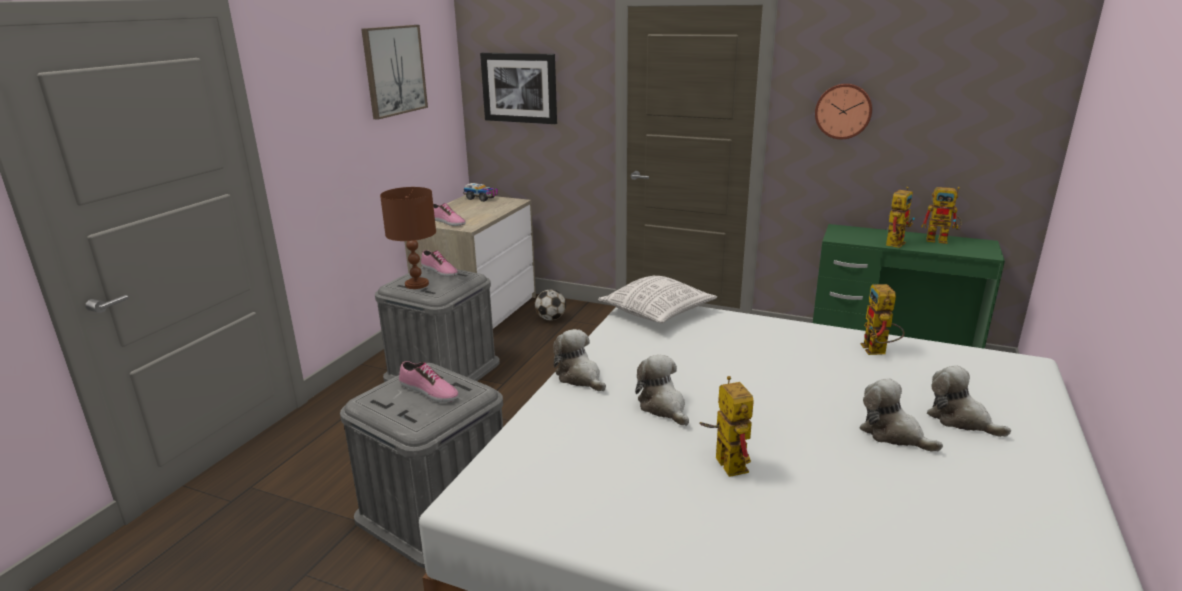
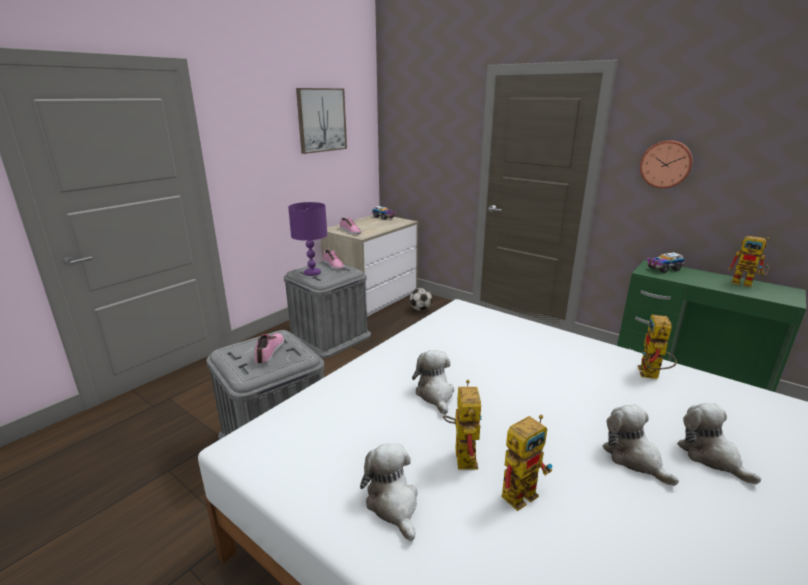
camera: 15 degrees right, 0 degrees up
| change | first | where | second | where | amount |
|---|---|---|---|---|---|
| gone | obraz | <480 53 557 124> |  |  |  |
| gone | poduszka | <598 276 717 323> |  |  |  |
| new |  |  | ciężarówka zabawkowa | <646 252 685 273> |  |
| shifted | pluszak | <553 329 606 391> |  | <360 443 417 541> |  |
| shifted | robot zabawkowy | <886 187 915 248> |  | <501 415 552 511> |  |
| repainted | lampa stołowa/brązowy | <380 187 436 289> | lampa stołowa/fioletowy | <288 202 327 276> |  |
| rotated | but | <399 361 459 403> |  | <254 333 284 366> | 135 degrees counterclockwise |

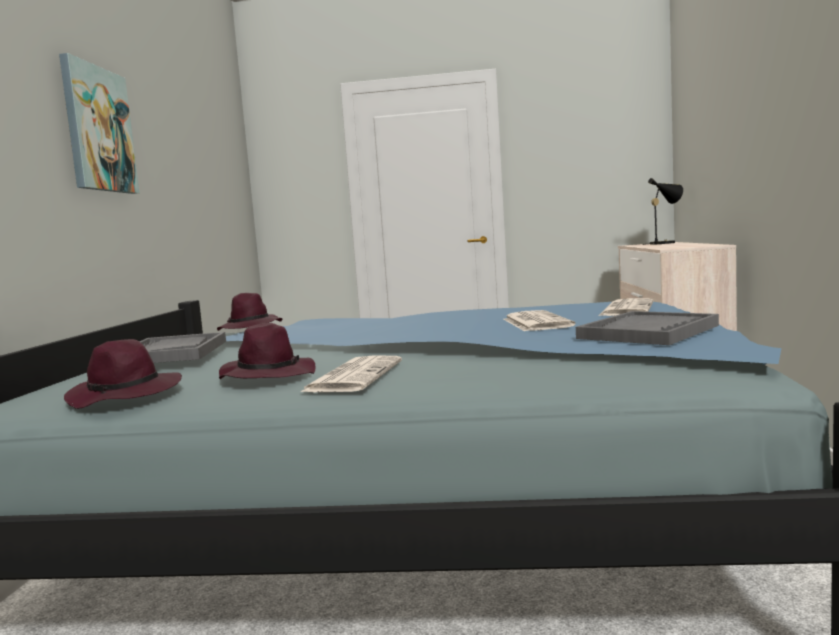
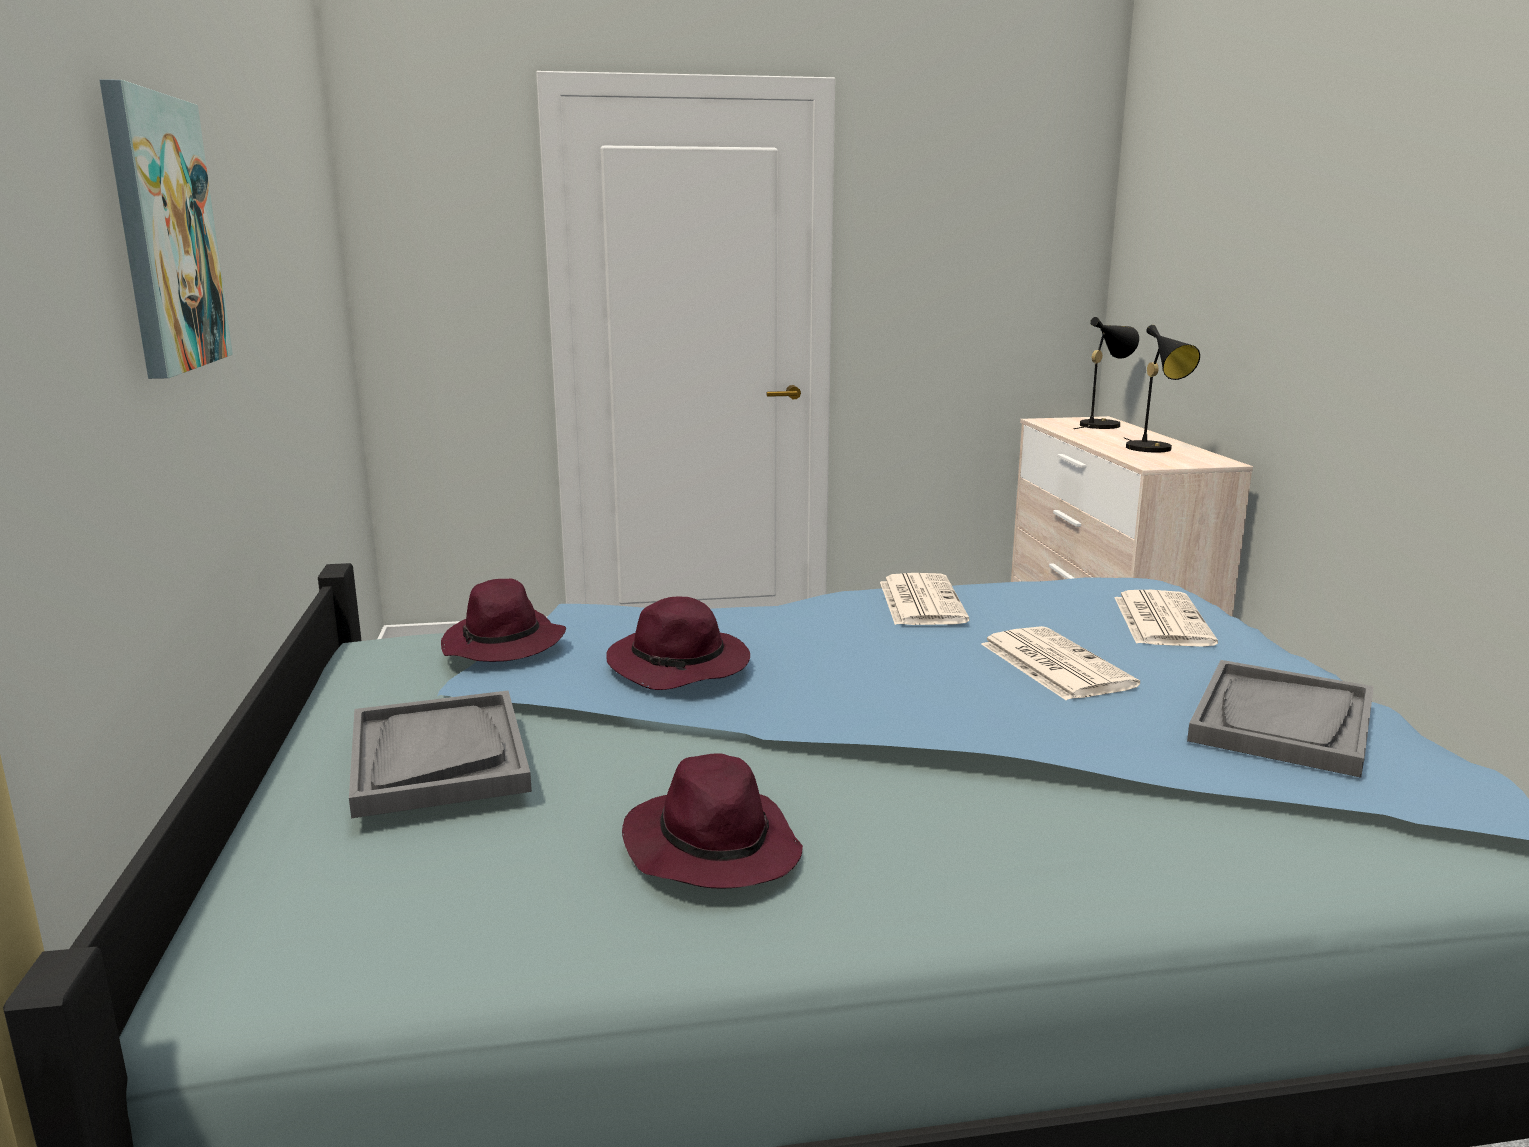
camera: 15 degrees left, 10 degrees up
| change | first | where | second | where | amount |
|---|---|---|---|---|---|
| new |  |  | lampa stołowa/czarny | <1123 325 1200 453> |  |
| shifted | kapelusz/fioletowy | <64 339 182 409> |  | <606 597 750 690> |  |
| shifted | gazeta | <300 355 402 392> |  | <880 573 970 625> |  |

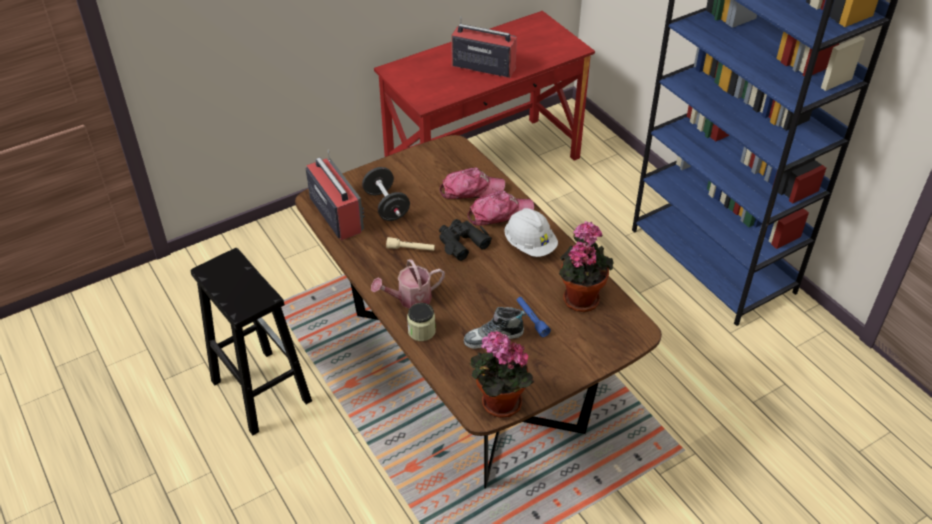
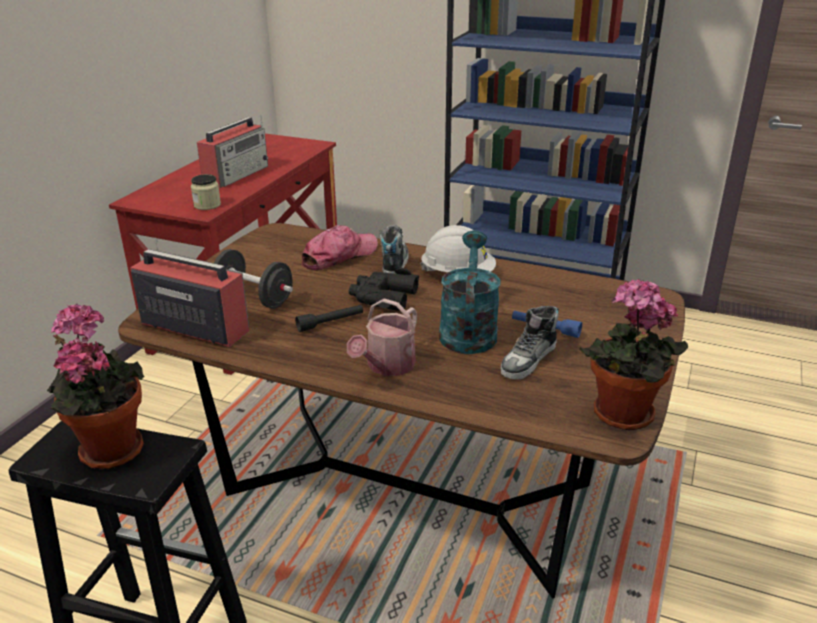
camera: 35 degrees left, 15 degrees down
| change | first | where | second | where | amount |
|---|---|---|---|---|---|
| new |  |  | konewka/turkusowy | <439 230 501 354> |  |
| shifted | słoik | <407 303 436 341> |  | <191 174 221 210> |  |
| shifted | roślina doniczkowa | <559 221 613 312> |  | <47 304 144 470> |  |
| swapped | czapka z daszkiem | <467 190 534 226> | but | <380 225 409 274> |  |
| repainted | latarka/beżowy | <386 237 435 251> | latarka/czarny | <295 305 363 332> |  |
| rotated | radio | <451 16 517 78> |  | <197 115 269 188> | 135 degrees clockwise |

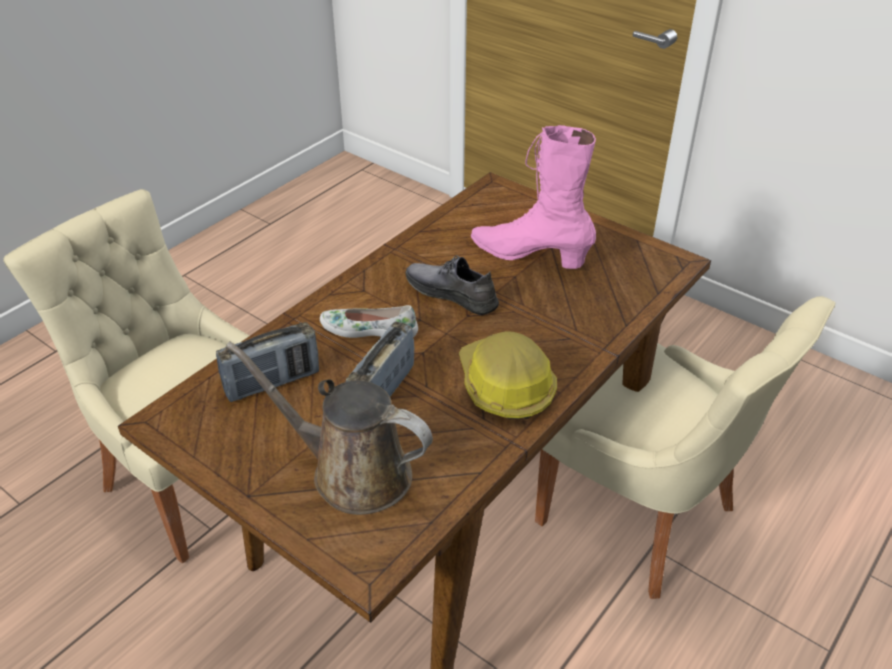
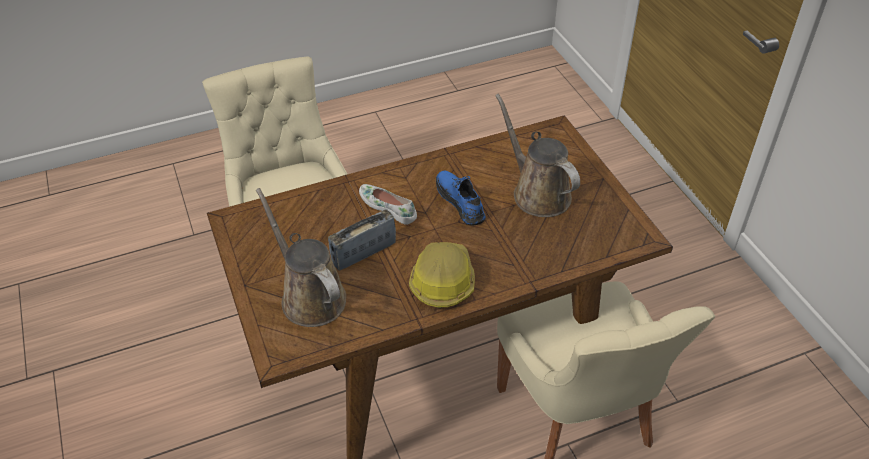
camera: 30 degrees right, 5 degrees up
| change | first | where | second | where | amount |
|---|---|---|---|---|---|
| gone | radio | <216 322 319 402> |  |  |  |
| swapped | but z cholewką/różowy | <471 125 596 269> | konewka/brązowy | <495 94 580 217> |  |
| repainted | but/szary | <406 256 499 315> | but/niebieski | <436 170 486 226> |  |

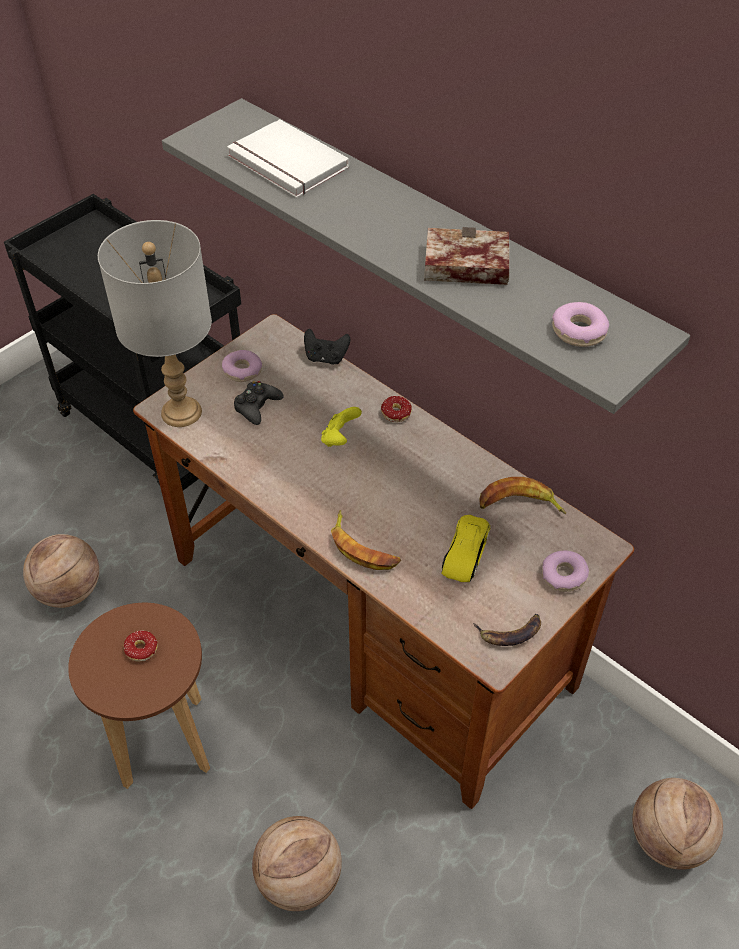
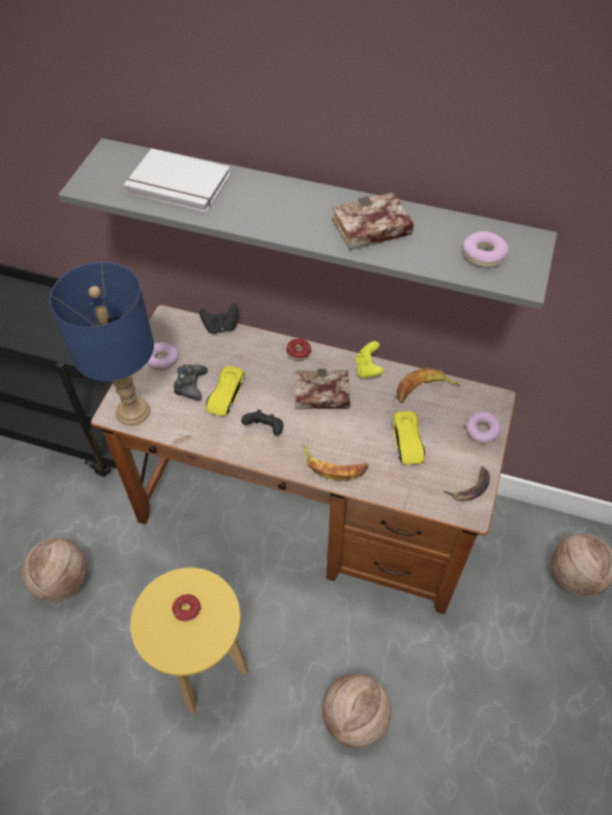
camera: 25 degrees left, 5 degrees up
| change | first | where | second | where | amount |
|---|---|---|---|---|---|
| new |  |  | samochodzik/żółty | <206 366 245 416> |  |
| new |  |  | pad do gier/czarny | <241 410 283 435> |  |
| new |  |  | książka | <295 369 350 410> |  |
| shifted | pad do gier/żółty | <321 407 362 447> |  | <355 341 384 379> |  |
| repainted | stołek/brązowy | <68 603 210 789> | stołek/żółty | <130 568 249 714> |  |
| repainted | lampa stołowa/szary | <98 220 212 427> | lampa stołowa/niebieski | <50 262 154 426> |  |

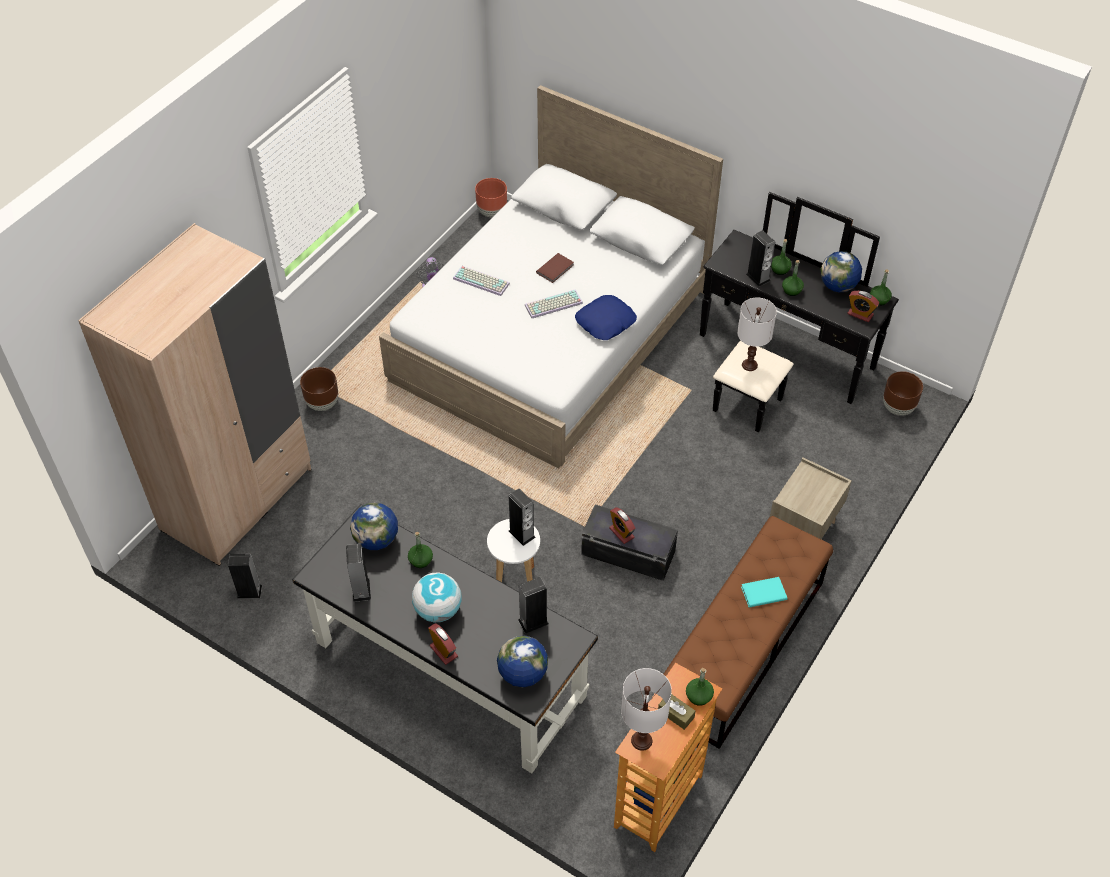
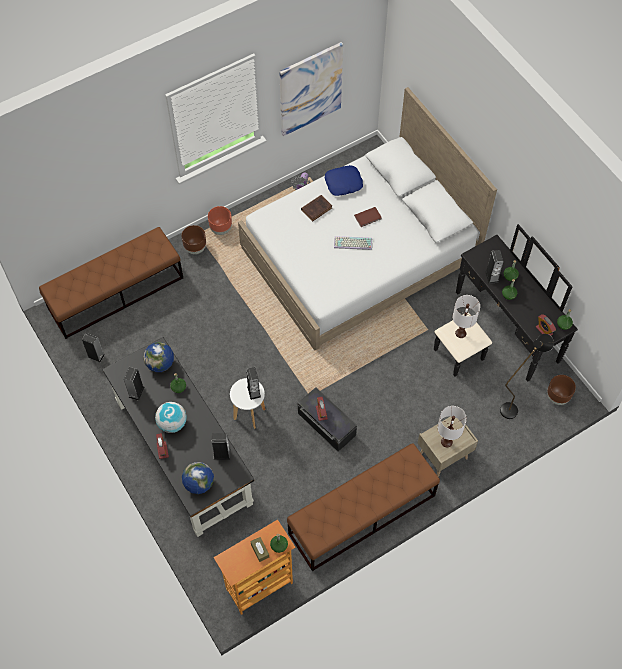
camera: 25 degrees right, 10 degrees up
| change | first | where | second | where | amount |
|---|---|---|---|---|---|
| gone | książka/turkusowy | <741 577 787 608> |  |  |  |
| gone | globus | <820 251 862 292> |  |  |  |
| new |  |  | obraz | <279 42 343 136> |  |
| new |  |  | lampa stojąca/czarny | <500 334 554 419> |  |
| shifted | donica/brązowy | <475 178 507 217> |  | <208 206 232 235> |  |
| shifted | poduszka/niebieski | <575 295 637 340> |  | <325 165 363 196> |  |
| shifted | lampa stołowa/biały | <621 668 672 751> |  | <438 406 467 447> |  |
| swapped | szafa/beżowy | <78 223 312 566> | ławka/brązowy | <39 227 183 339> |  |
| swapped | klawiatura | <453 266 510 296> | książka/brązowy | <301 195 332 222> |  |

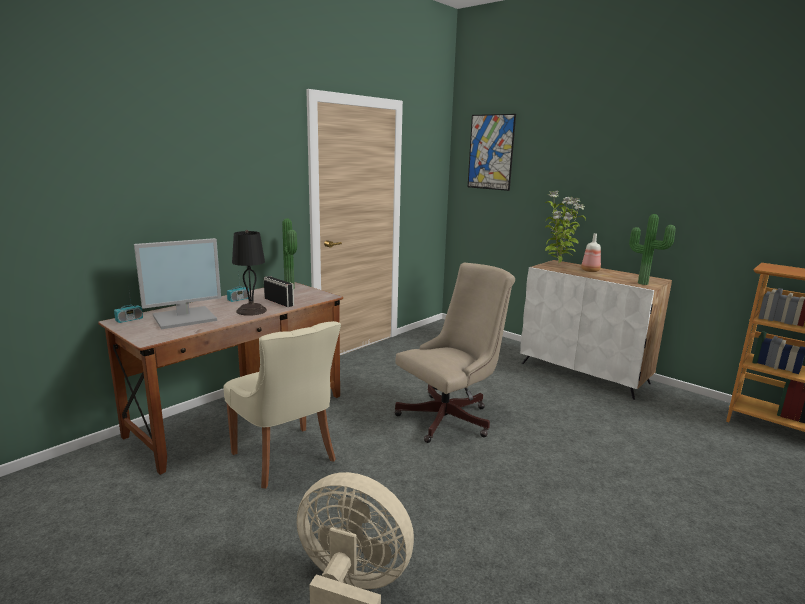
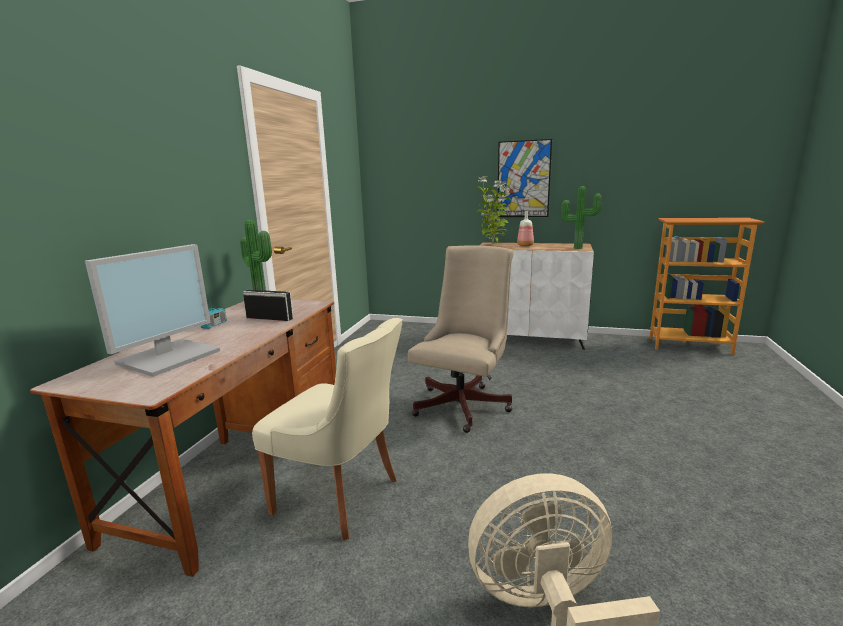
camera: 25 degrees left, 0 degrees up
| change | first | where | second | where | amount |
|---|---|---|---|---|---|
| gone | radio | <114 293 143 323> |  |  |  |
| gone | lampa stołowa/czarny | <232 230 267 316> |  |  |  |
| shifted | obraz | <468 114 516 191> |  | <497 139 552 217> |  |

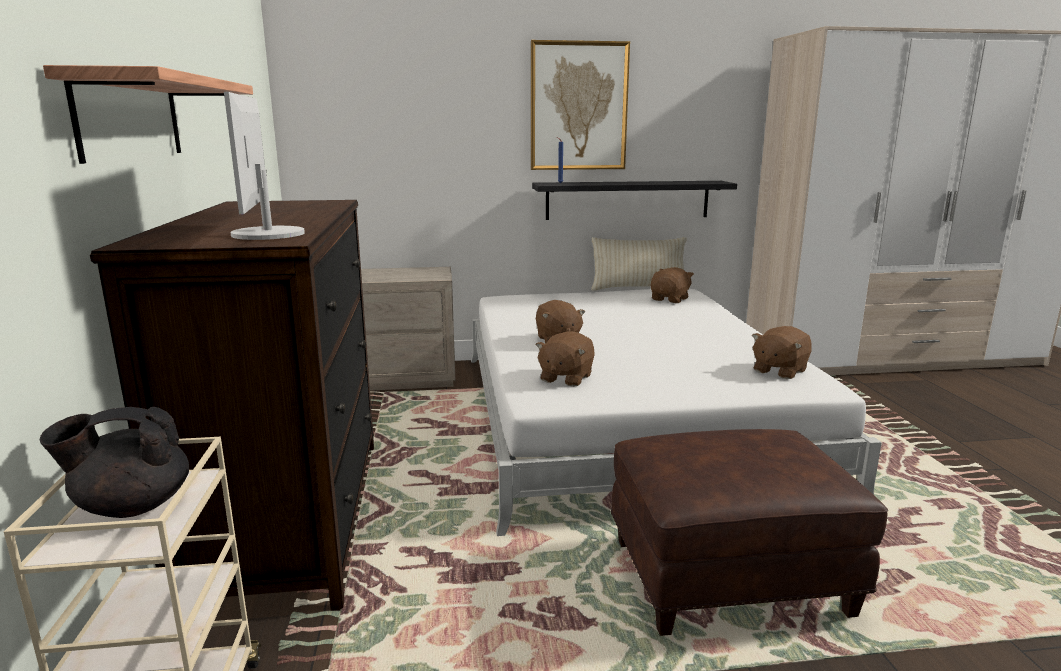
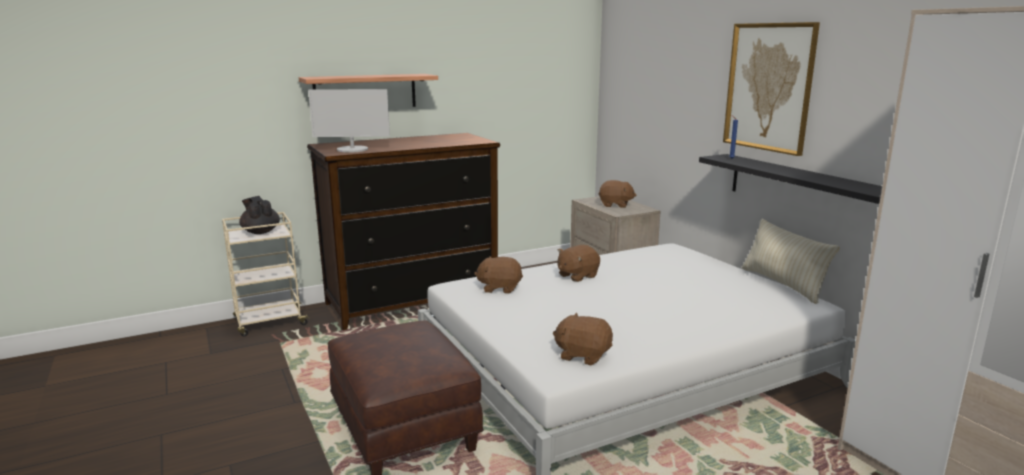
camera: 70 degrees right, 0 degrees up
| change | first | where | second | where | amount |
|---|---|---|---|---|---|
| shifted | pluszak/brązowy | <650 267 694 303> |  | <599 180 636 208> |  |
| rotated | monitor | <224 92 305 240> |  | <308 89 390 153> | 150 degrees counterclockwise |

